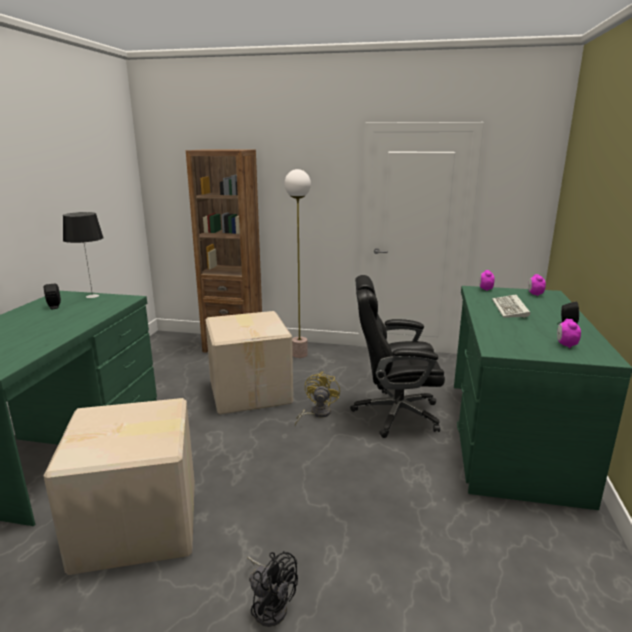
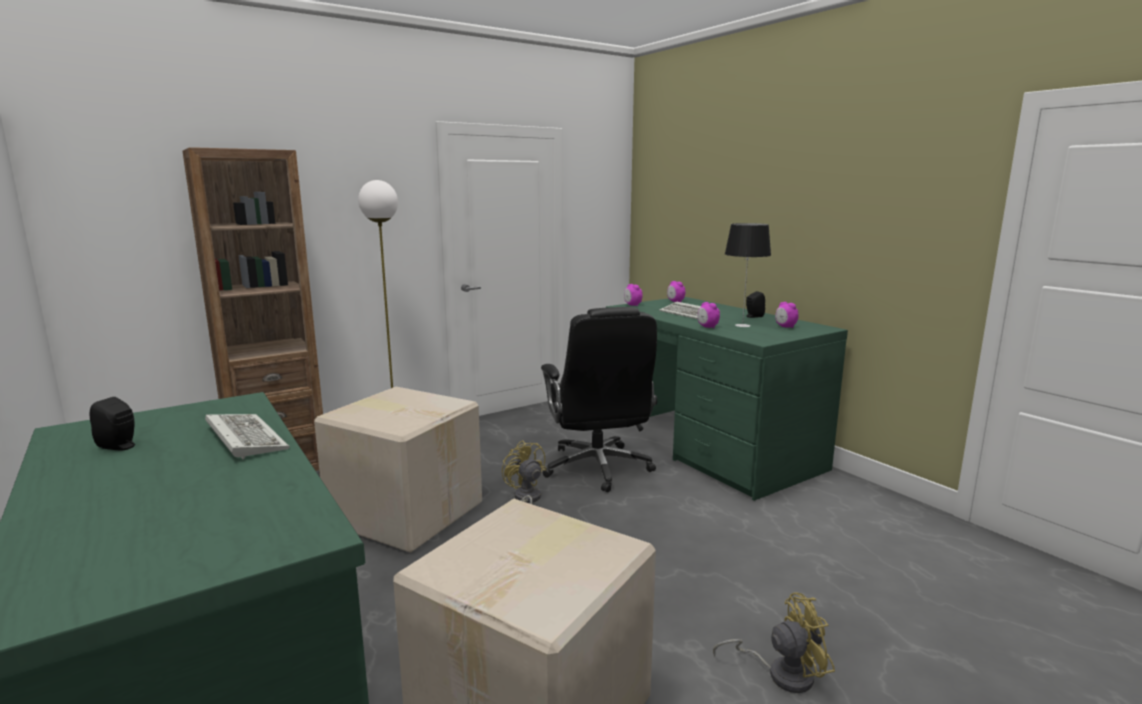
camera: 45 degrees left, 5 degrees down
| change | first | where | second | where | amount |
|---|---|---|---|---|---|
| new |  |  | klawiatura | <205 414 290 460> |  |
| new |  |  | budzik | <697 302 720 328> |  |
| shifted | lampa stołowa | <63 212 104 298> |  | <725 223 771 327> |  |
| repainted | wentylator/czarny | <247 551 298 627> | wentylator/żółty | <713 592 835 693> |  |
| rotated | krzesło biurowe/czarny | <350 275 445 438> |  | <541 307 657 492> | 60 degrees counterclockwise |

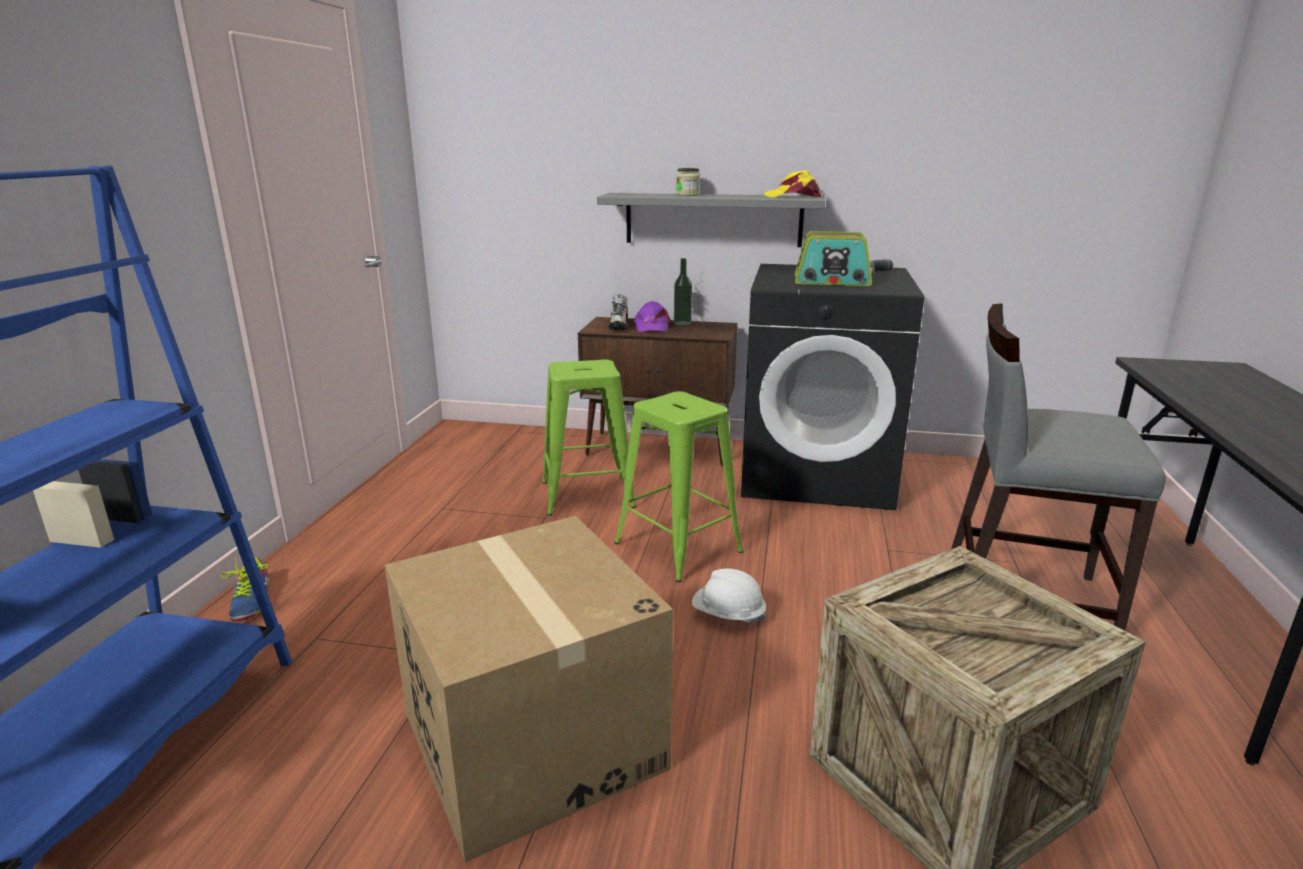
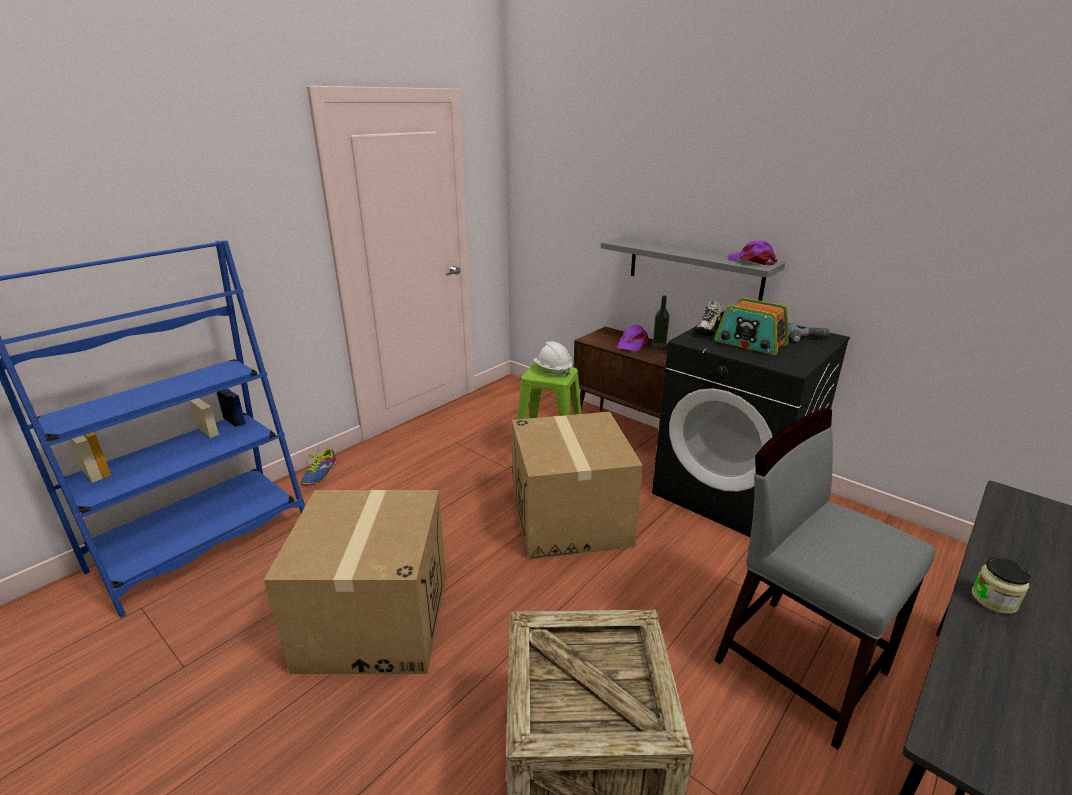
camera: 30 degrees right, 5 degrees up
| change | first | where | second | where | amount |
|---|---|---|---|---|---|
| shifted | but | <608 294 628 330> |  | <695 301 722 336> |  |
| shifted | słoik | <676 168 700 196> |  | <972 557 1031 614> |  |
| shifted | kask/biały | <692 568 767 623> |  | <534 341 573 376> |  |
| swapped | stołek/zielony | <614 391 744 582> | karton | <512 412 643 560> |  |
| repainted | czapka z daszkiem/żółty | <764 170 821 197> | czapka z daszkiem/fioletowy | <727 241 778 265> |  |

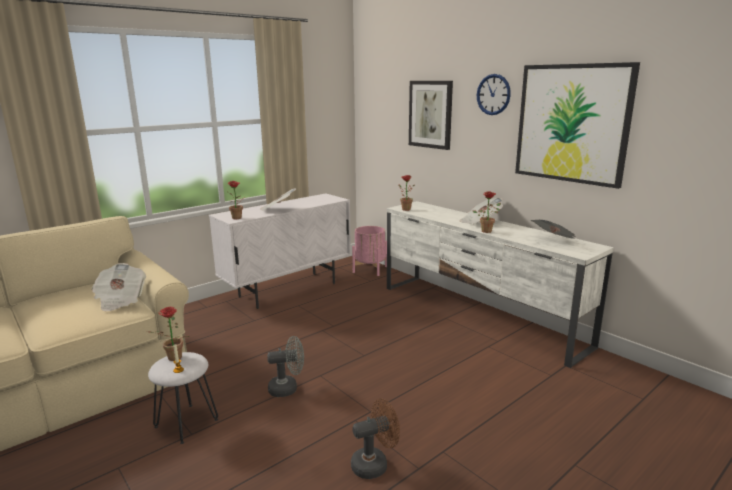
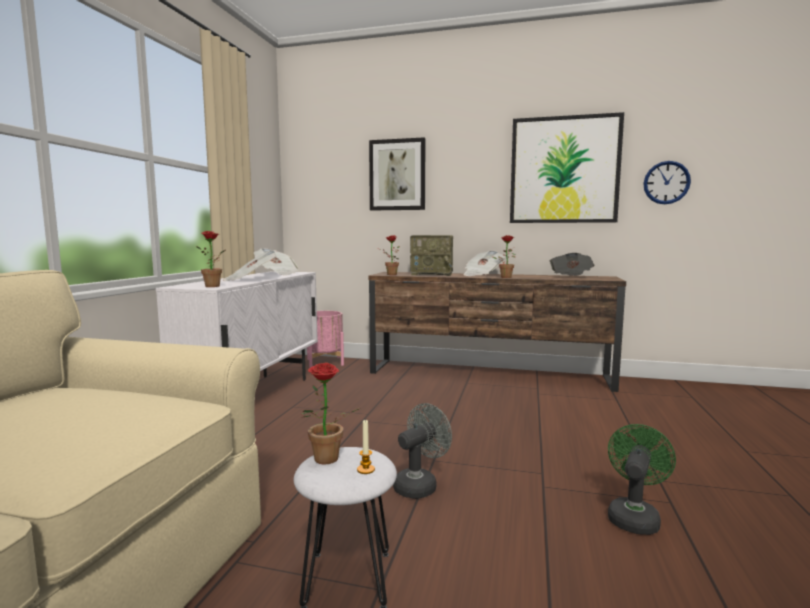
camera: 35 degrees left, 10 degrees down
| change | first | where | second | where | amount |
|---|---|---|---|---|---|
| new |  |  | radio | <410 235 453 276> |  |
| shifted | gazeta | <92 263 146 312> |  | <254 248 300 276> |  |
| shifted | zegar ścienny | <477 74 511 115> |  | <643 161 691 204> |  |
| repainted | wentylator/brązowy | <351 399 400 479> | wentylator/zielony | <608 424 676 535> |  |
| repainted | szafka pod telewizor/biały | <387 201 614 368> | szafka pod telewizor/brązowy | <369 272 626 392> |  |

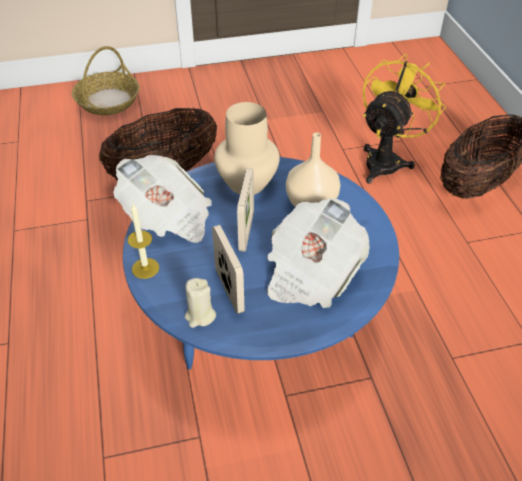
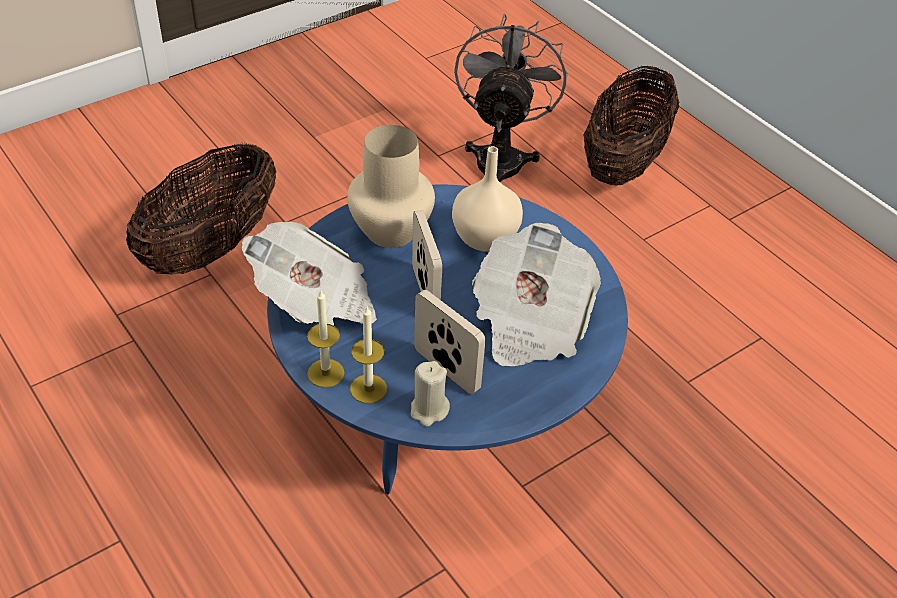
camera: 25 degrees left, 0 degrees up
| change | first | where | second | where | amount |
|---|---|---|---|---|---|
| gone | koszyk | <72 46 140 115> |  |  |  |
| new |  |  | świeca | <350 307 387 404> |  |
| repainted | wentylator/żółty | <362 54 446 184> | wentylator/szary | <454 14 568 182> |  |

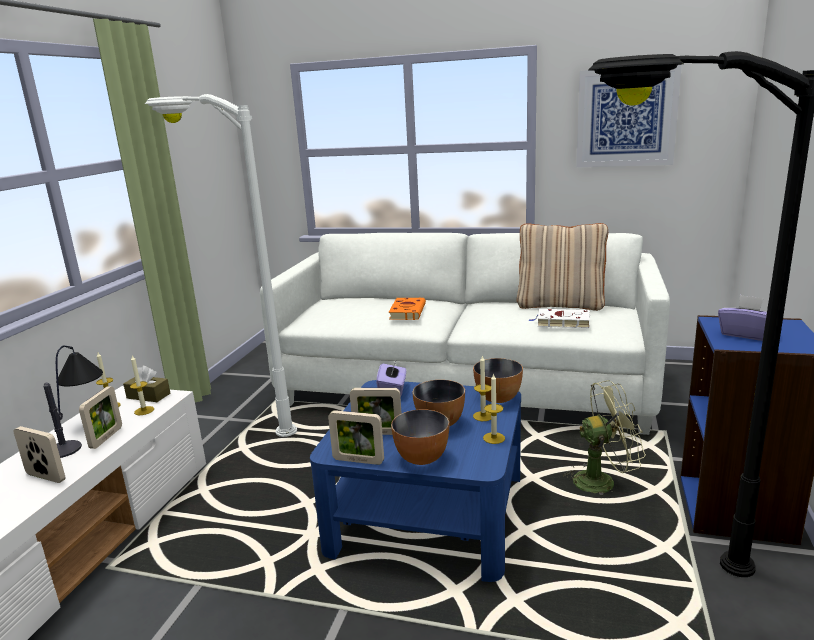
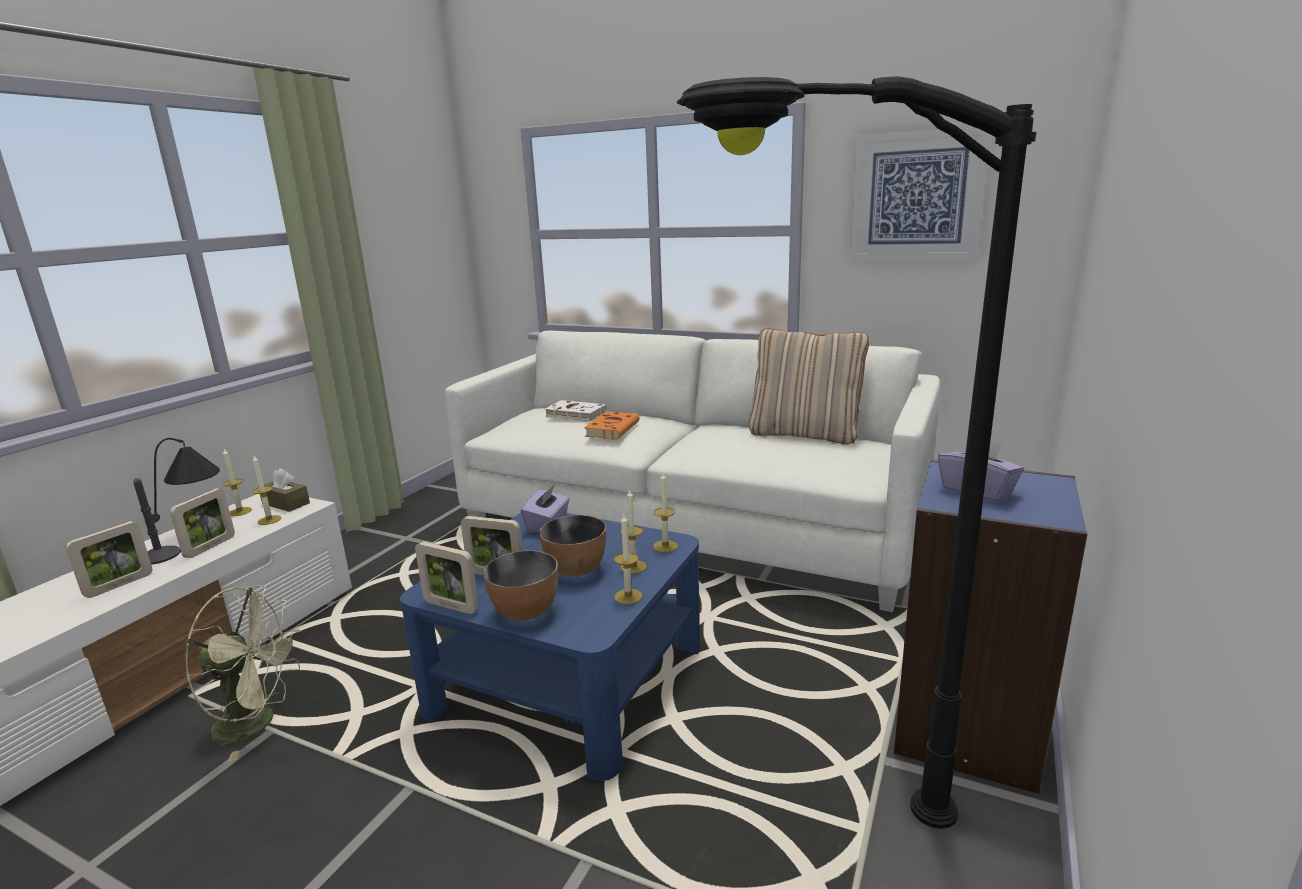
camera: 10 degrees right, 0 degrees up
| change | first | where | second | where | amount |
|---|---|---|---|---|---|
| gone | lampa stojąca/biały | <145 94 297 437> |  |  |  |
| shifted | książka/biały | <528 309 590 328> |  | <545 400 607 422> |  |
| shifted | wentylator/zielony | <563 380 646 495> |  | <185 585 301 762> |  |
| swapped | miska | <473 358 523 403> | świeca | <653 473 678 552> |  |
| rotated | ramka na zdjęcie | <13 426 66 483> |  | <65 521 153 598> | 90 degrees clockwise |

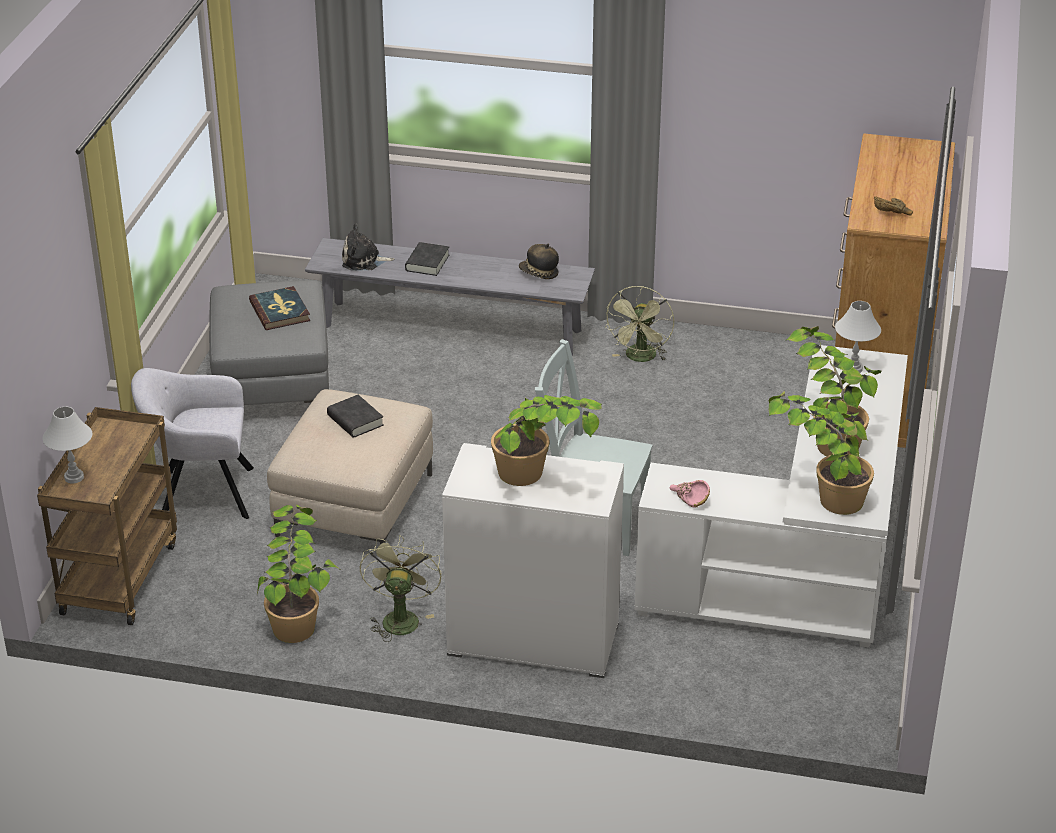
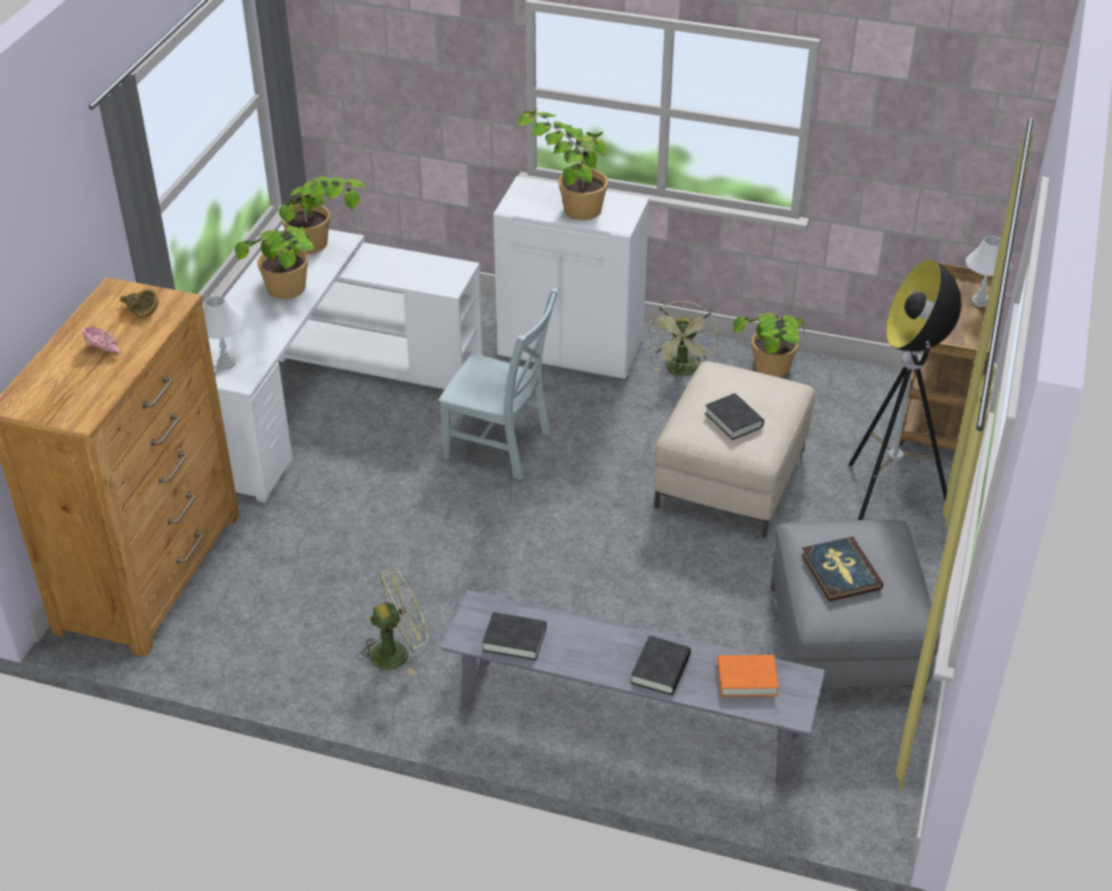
camera: 175 degrees left, 5 degrees up
| change | first | where | second | where | amount |
|---|---|---|---|---|---|
| shifted | miska/różowy | <670 480 710 507> |  | <83 327 121 356> |  |
| swapped | fotel/szary | <131 368 254 519> | lampa stojąca | <849 260 962 520> |  |
| swapped | pluszak | <342 224 394 271> | książka/pomarańczowy | <717 655 779 697> |  |
| swapped | kapelusz | <519 244 559 279> | książka/czarny | <482 612 546 660> |  |
| rotated | wentylator/zielony | <605 286 674 362> |  | <357 567 428 675> | 45 degrees clockwise |

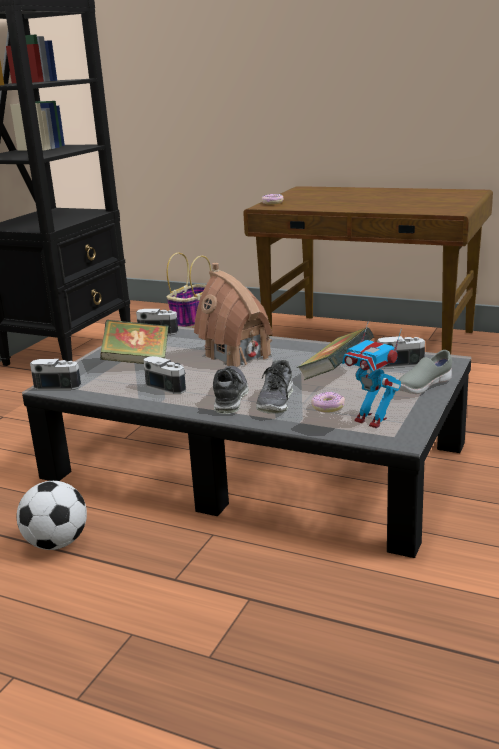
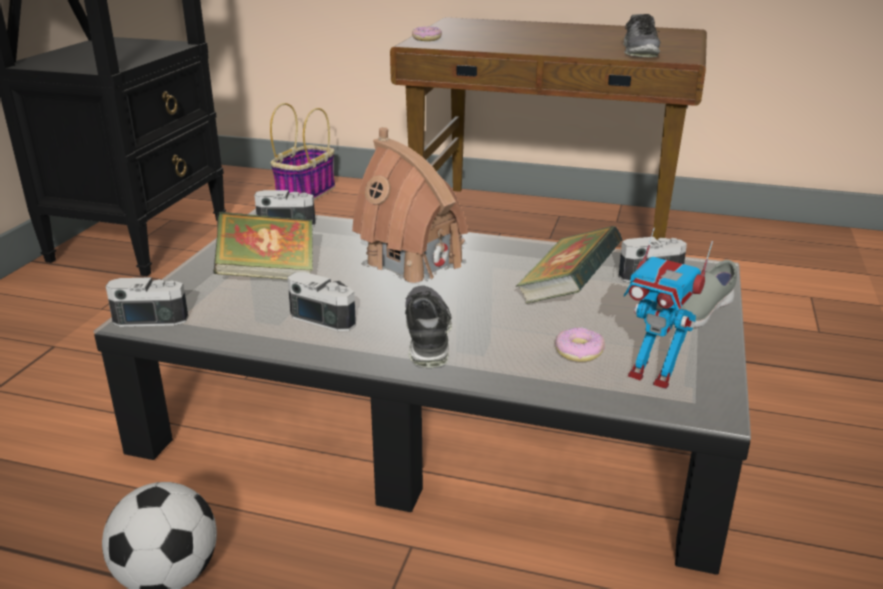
camera: 10 degrees left, 5 degrees up
| change | first | where | second | where | amount |
|---|---|---|---|---|---|
| shifted | but | <256 360 293 414> |  | <623 14 660 57> |  |

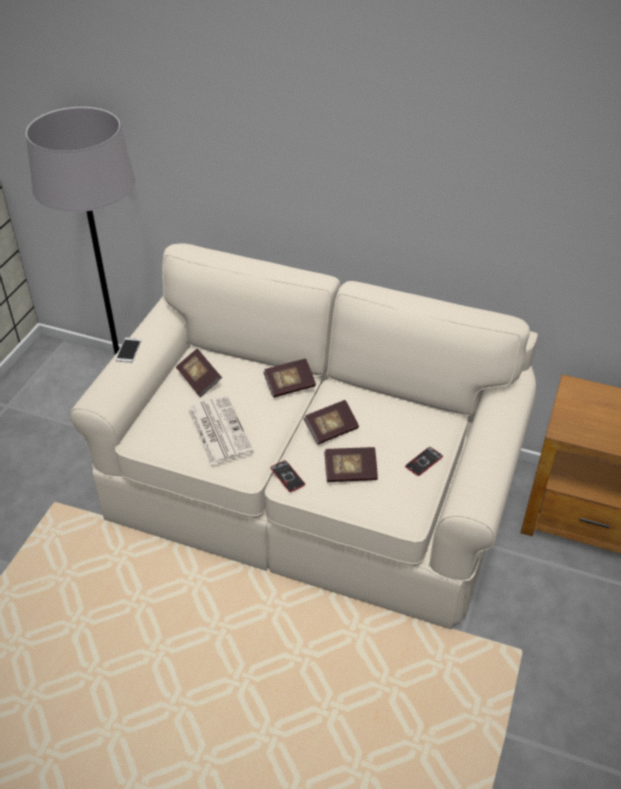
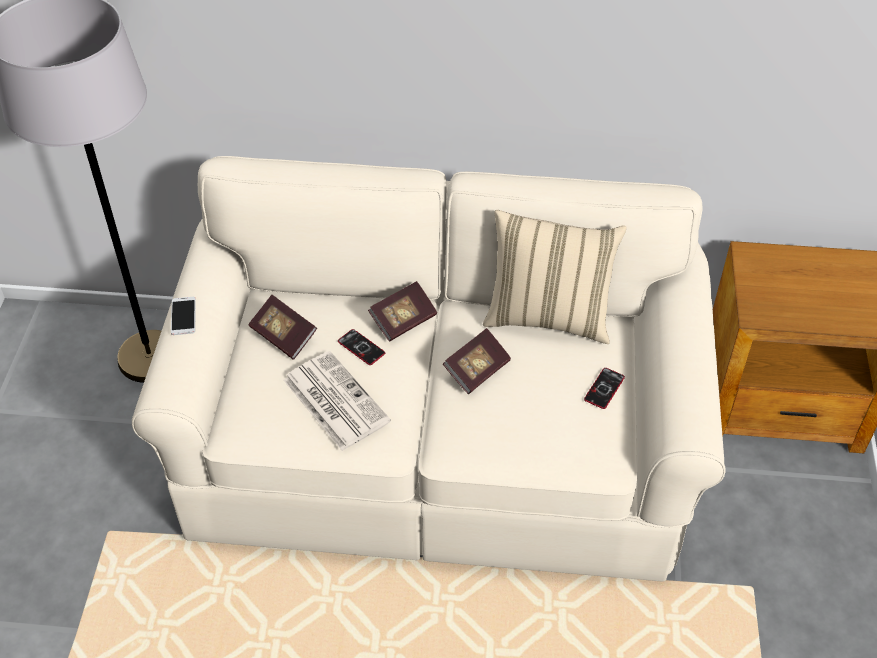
camera: 15 degrees left, 5 degrees up
| change | first | where | second | where | amount |
|---|---|---|---|---|---|
| gone | książka | <324 447 378 482> |  |  |  |
| new |  |  | poduszka/beżowy | <483 210 626 344> |  |
| shifted | telefon | <270 460 305 492> |  | <338 329 385 365> |  |

